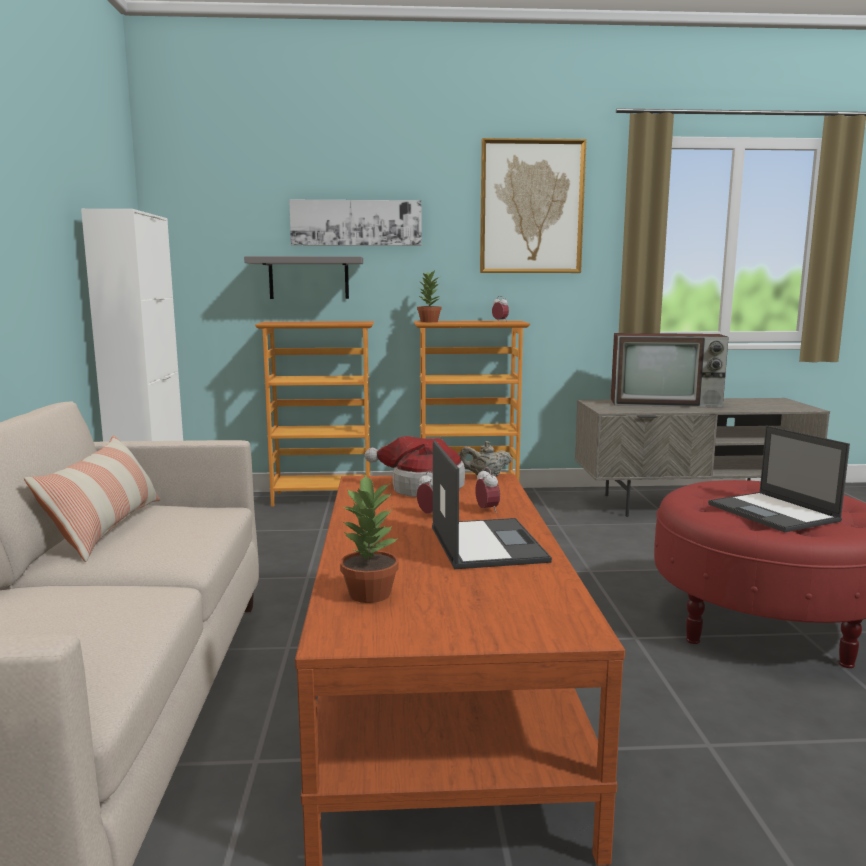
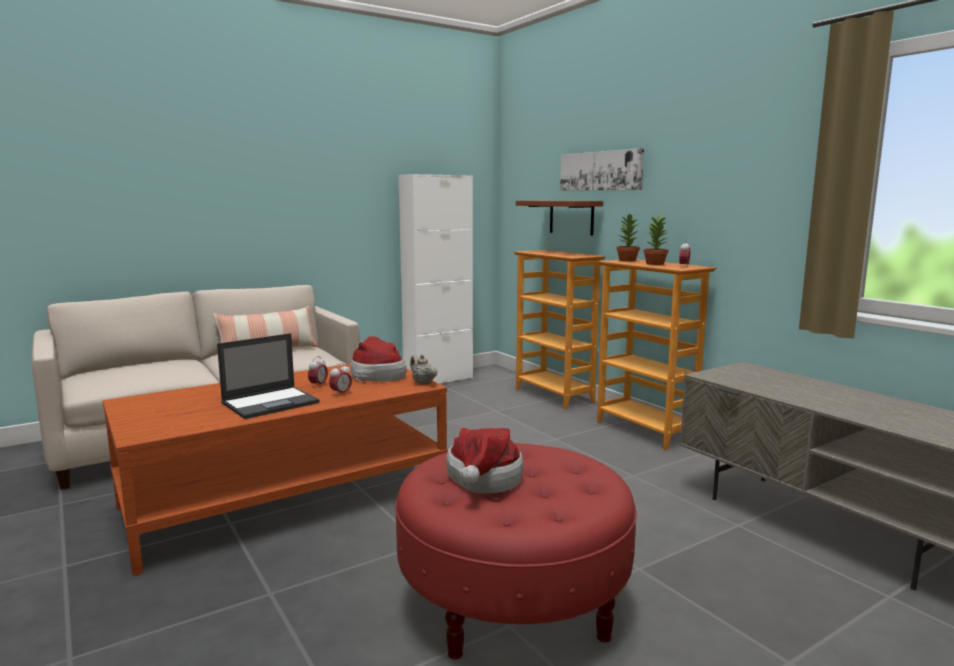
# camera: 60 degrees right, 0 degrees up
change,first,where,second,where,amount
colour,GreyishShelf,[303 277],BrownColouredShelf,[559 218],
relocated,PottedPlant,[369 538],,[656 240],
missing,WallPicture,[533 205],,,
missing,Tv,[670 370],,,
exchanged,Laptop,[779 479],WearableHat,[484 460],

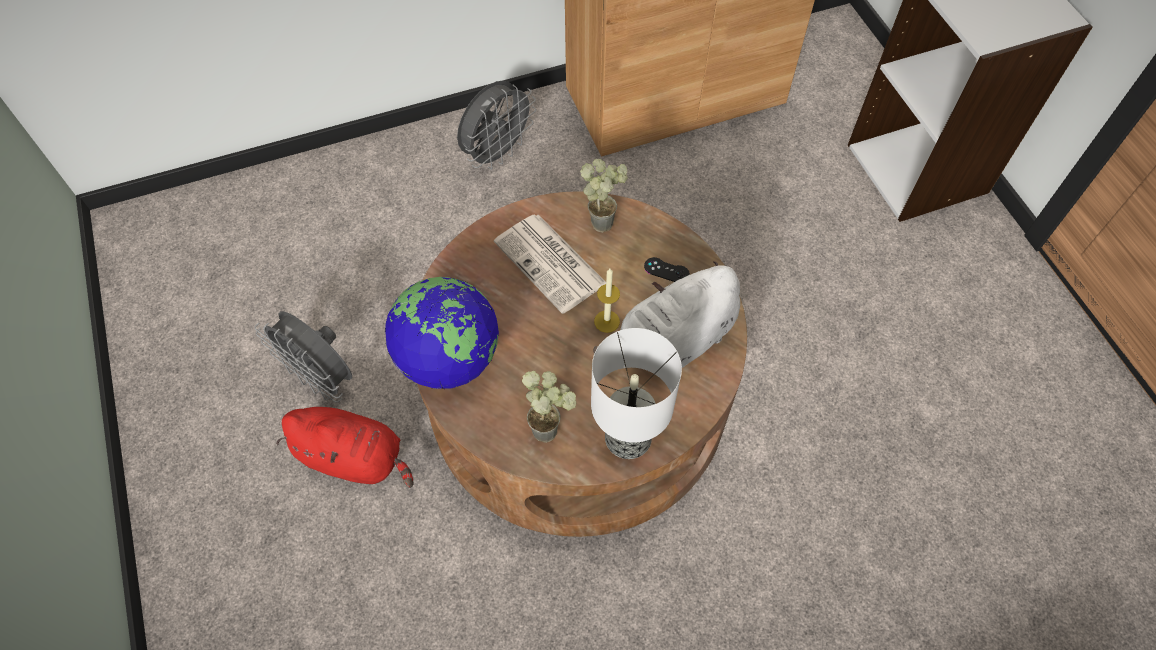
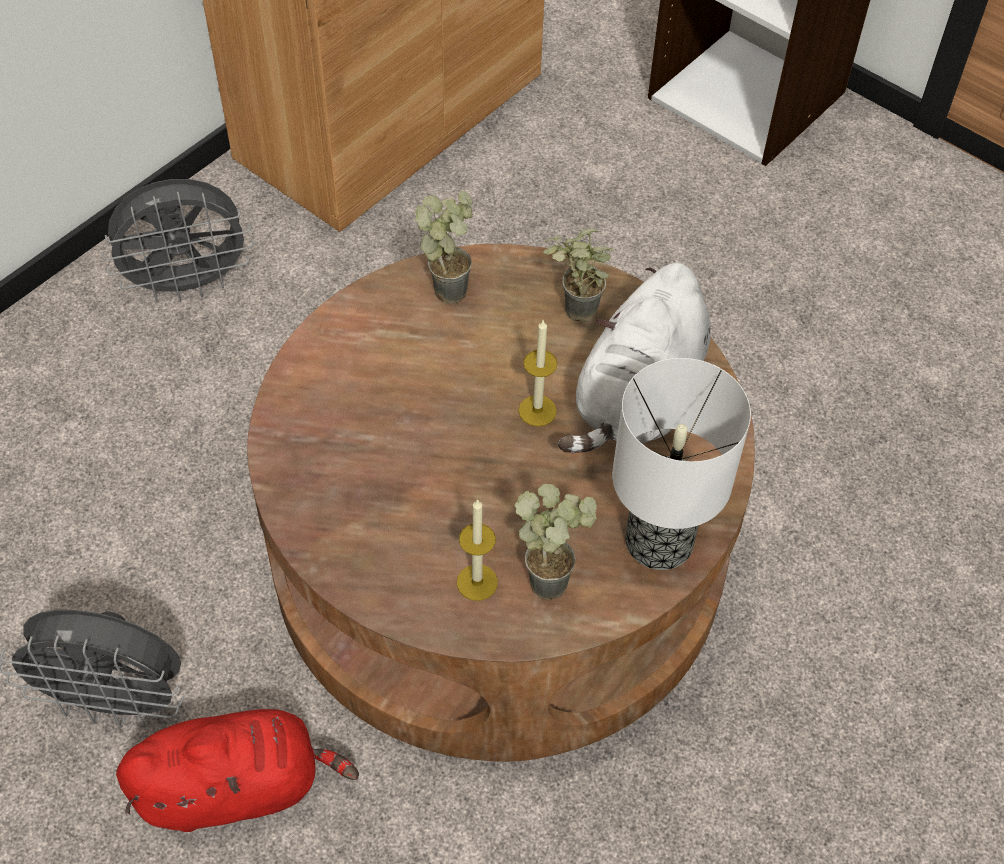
# camera: 30 degrees left, 5 degrees down
change,first,where,second,where,amount
missing,WorldGlobe,[442 333],,,
spun,GreyishFan,[496 124],,[178 240],60 degrees clockwise
missing,DailyPaper,[550 264],,,
exchanged,BlackColouredGameController,[667 269],PottedPlant,[579 275],
appeared,,,WaxLight,[477 550],

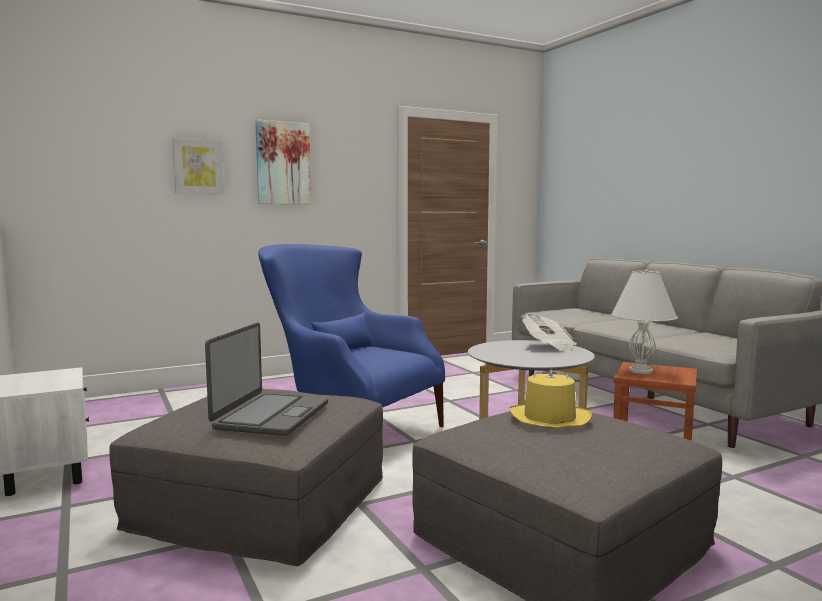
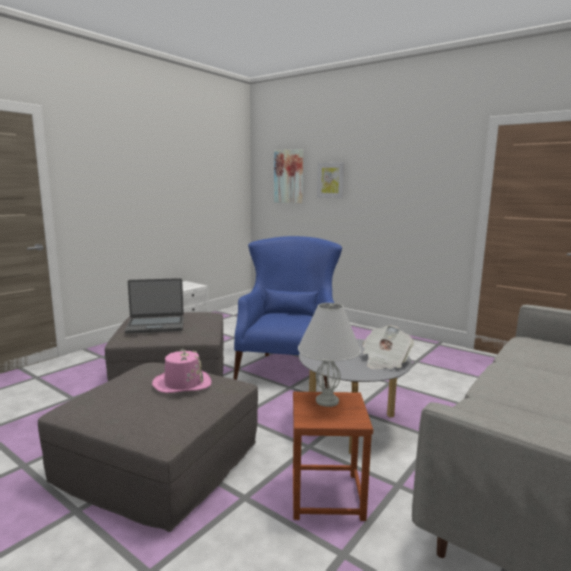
# camera: 65 degrees right, 5 degrees up
change,first,where,second,where,amount
relocated,WallPicture,[283 162],,[288 176],
colour,YellowishWearableHat,[551 399],PinkishWearableHat,[182 371],

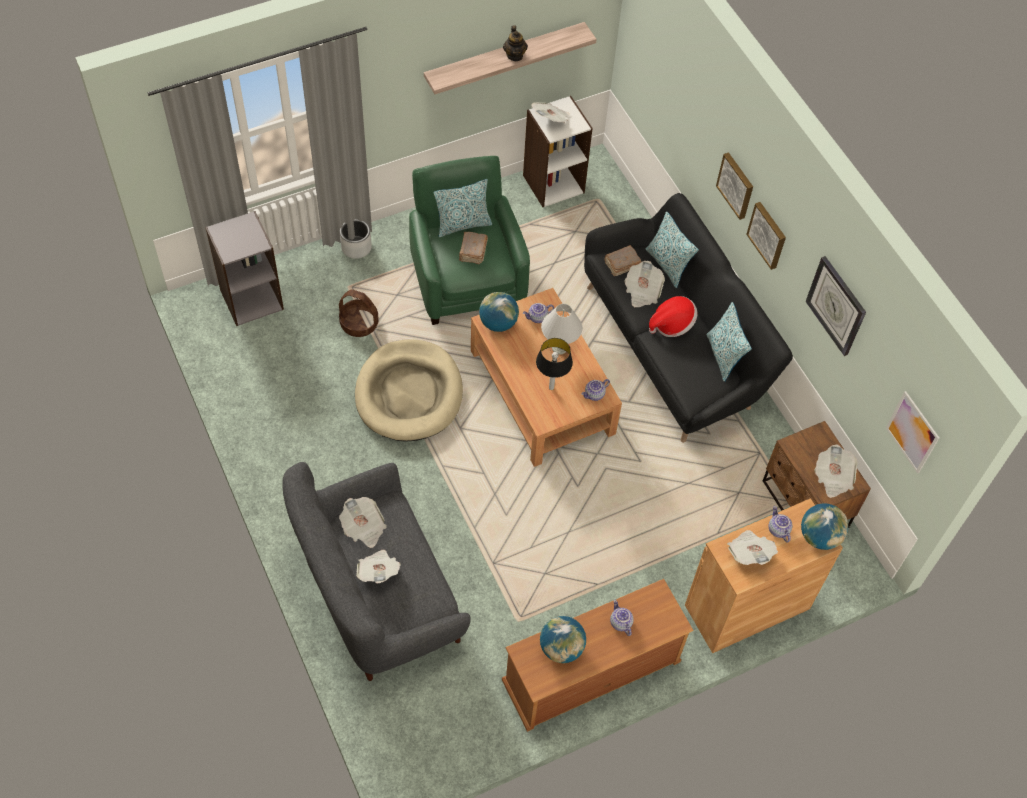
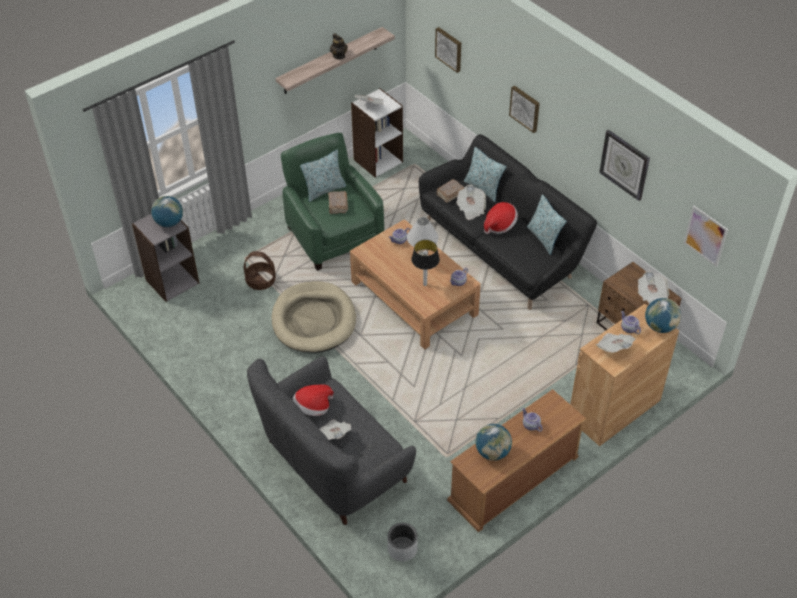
# camera: 10 degrees left, 10 degrees down
change,first,where,second,where,amount
exchanged,DailyPaper,[363 522],WearableHat,[313 400],
relocated,GreyishPlantPot,[356 239],,[403 542],
relocated,WorldGlobe,[499 312],,[167 211],
relocated,WallPicture,[766 236],,[448 50],

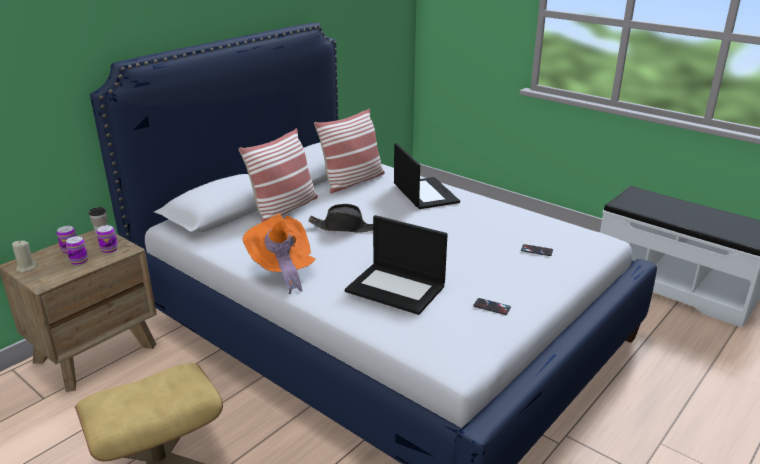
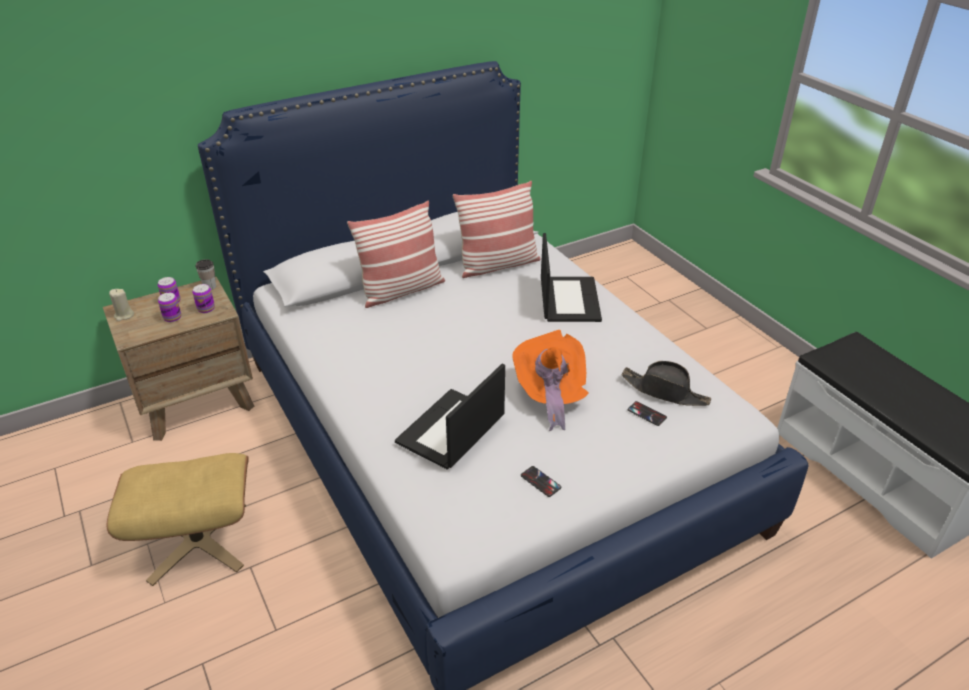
# camera: 20 degrees right, 10 degrees up
change,first,where,second,where,amount
relocated,OrangeyWearableHat,[279 254],,[550 380],
relocated,BlackColouredWearableHat,[341 218],,[666 383],
spun,Laptop,[396 265],,[450 416],75 degrees clockwise

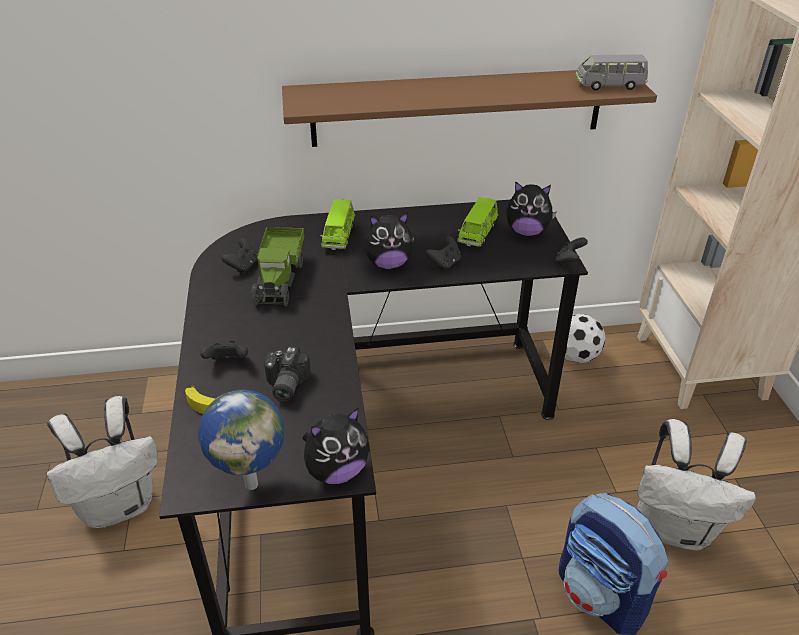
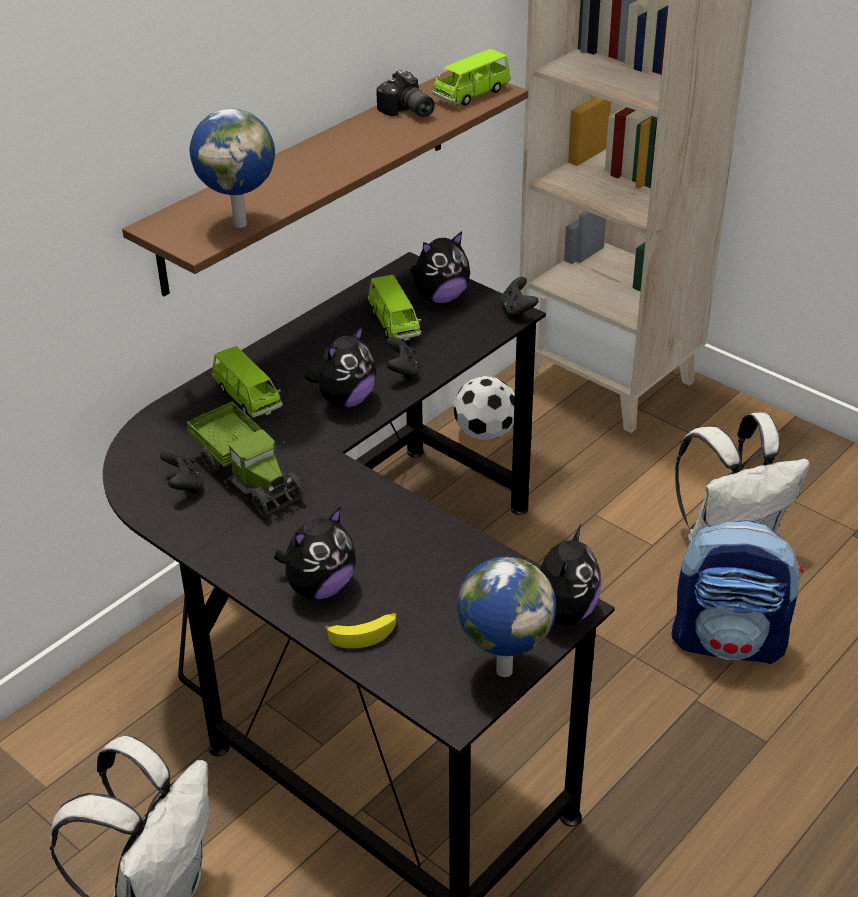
# camera: 40 degrees left, 0 degrees up
change,first,where,second,where,amount
exchanged,BlackColouredGameController,[224 350],SoftToy,[315 553],
relocated,PhotoCamera,[287 374],,[405 93],
colour,GreyishToyCar,[612 72],GreenishToyCar,[471 77],
appeared,,,WorldGlobe,[232 168],

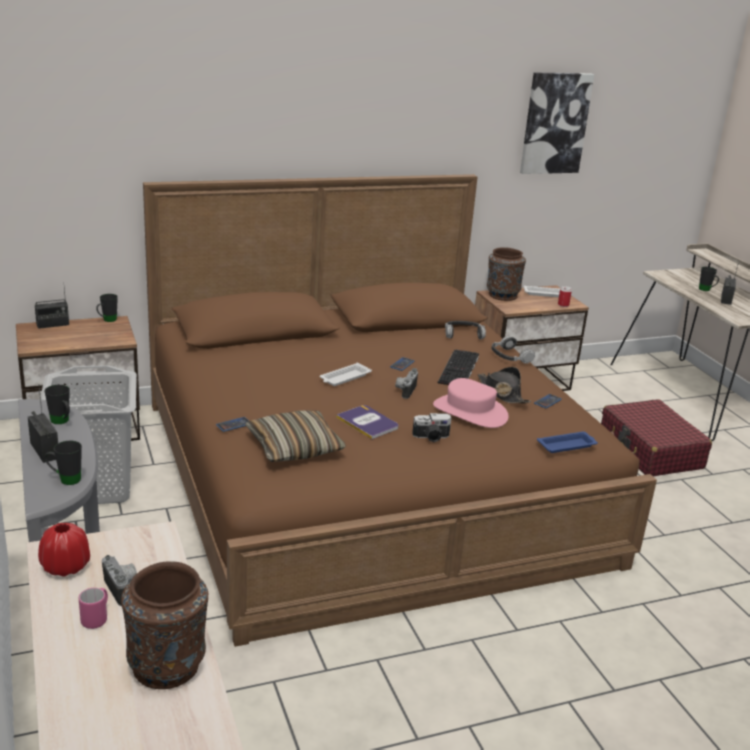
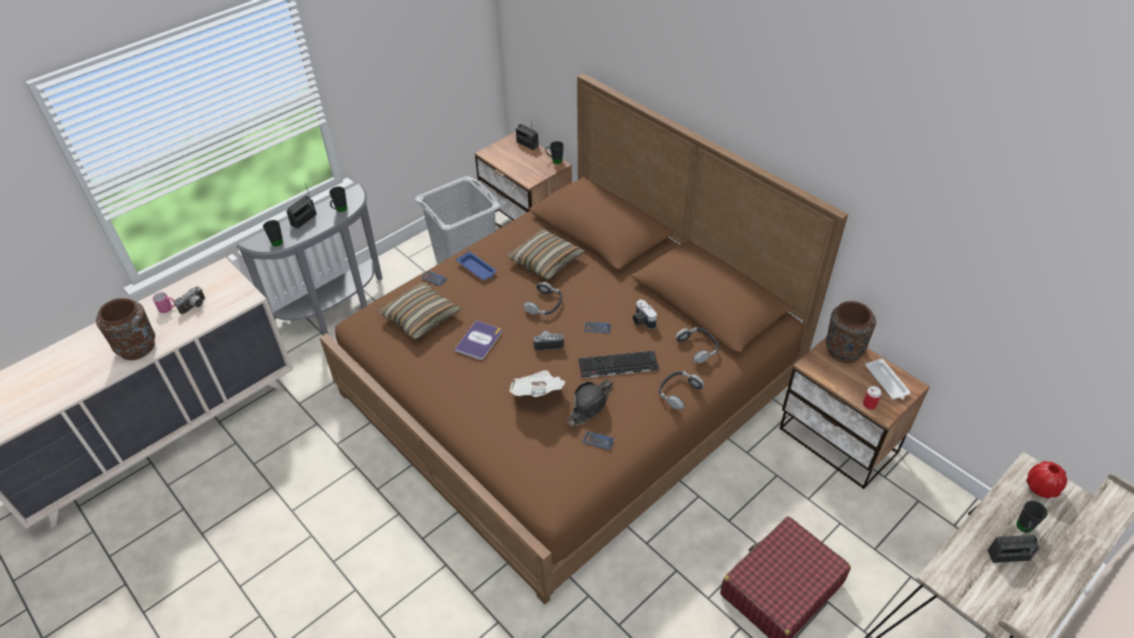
# camera: 70 degrees right, 20 degrees up
change,first,where,second,where,amount
relocated,RedColouredVase,[64 550],,[1046 480],
exchanged,WhiteCarryingTray,[346 374],Headphones,[543 298],
relocated,PhotoCamera,[431 427],,[644 314],
exchanged,PinkishWearableHat,[471 403],DailyPaper,[537 383],
missing,WallPicture,[557 123],,,
relocated,BlueCarryingTray,[567 442],,[476 265],
appeared,,,Pillow,[545 254],

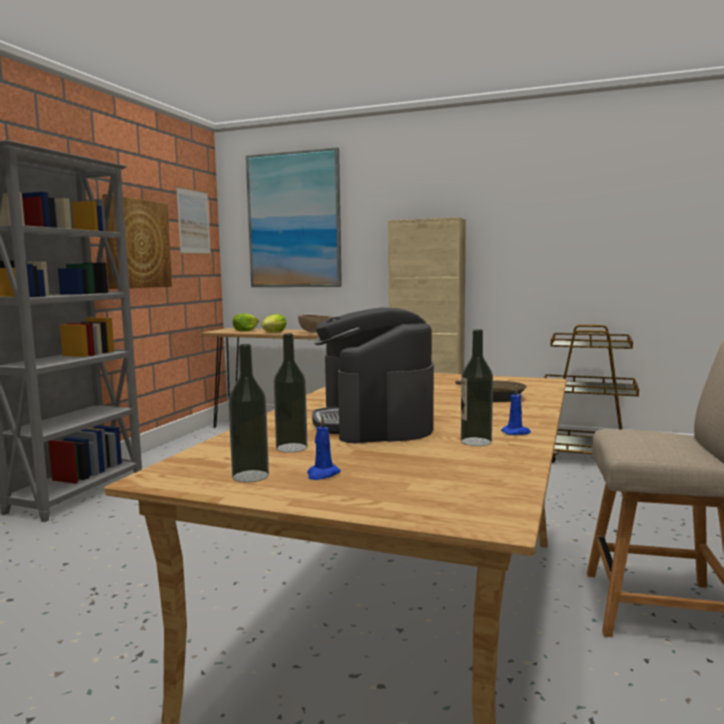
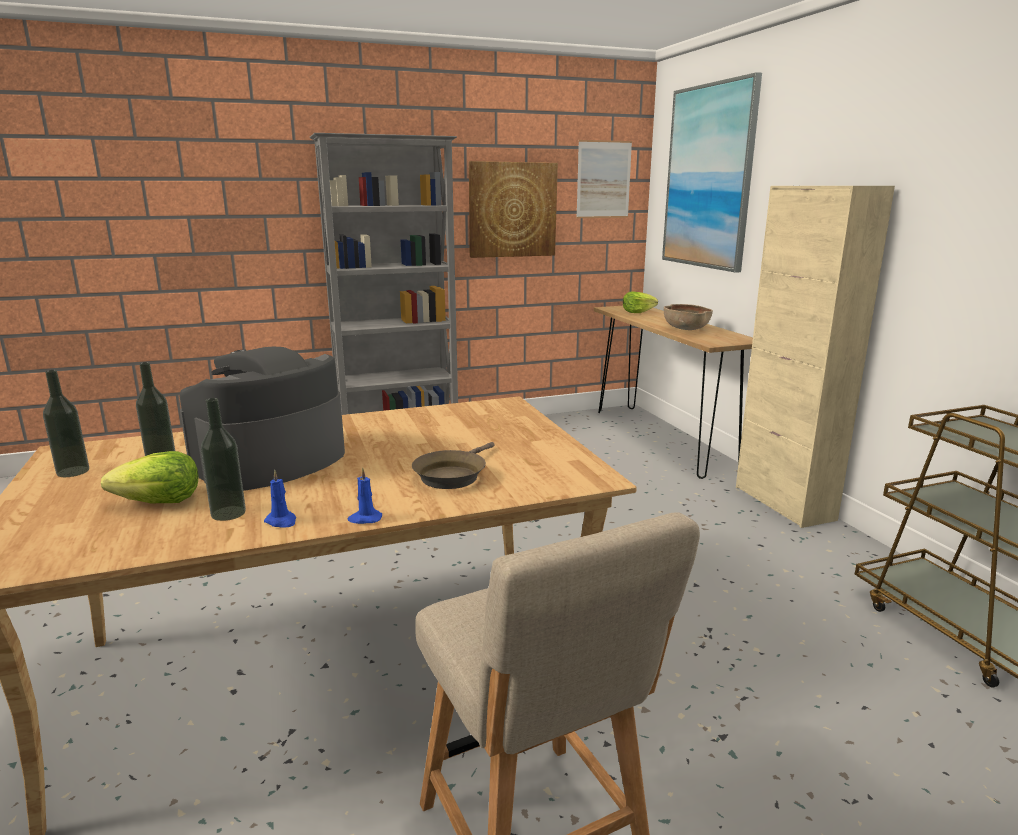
# camera: 50 degrees right, 10 degrees up
change,first,where,second,where,amount
relocated,Lettuce,[274 323],,[150 477],
relocated,BlueWaxLight,[324 447],,[365 495],

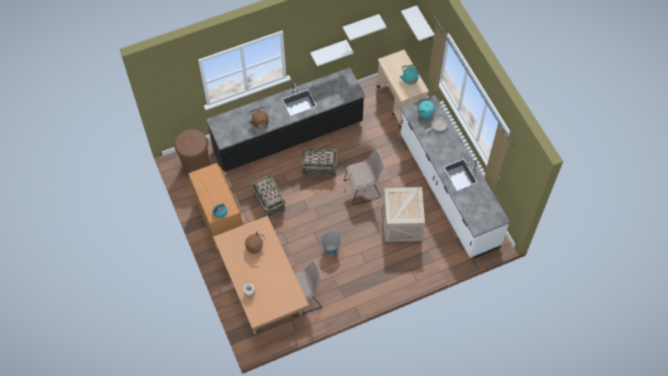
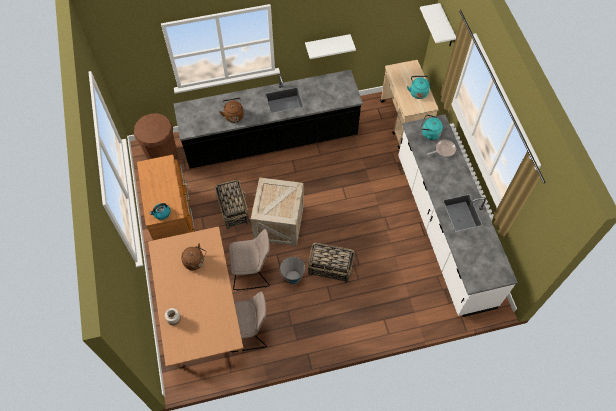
# camera: 10 degrees right, 0 degrees up
change,first,where,second,where,amount
relocated,HouseholdBasket,[319 162],,[331 262],
missing,WhiteShelf,[364 27],,,
relocated,BeigeColouredUprightChair,[364 177],,[249 260],
relocated,ShippingCrate,[404 214],,[277 211],

